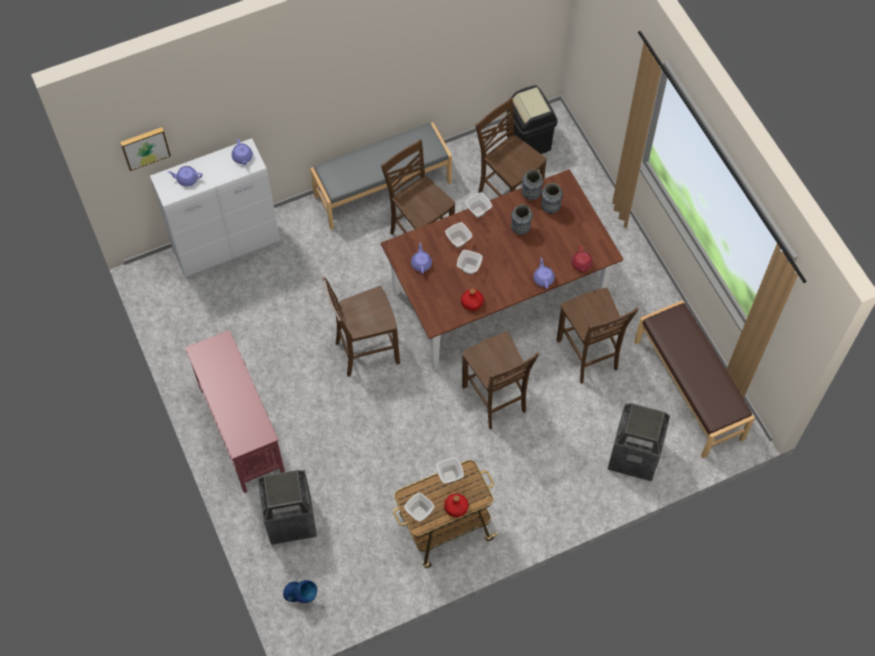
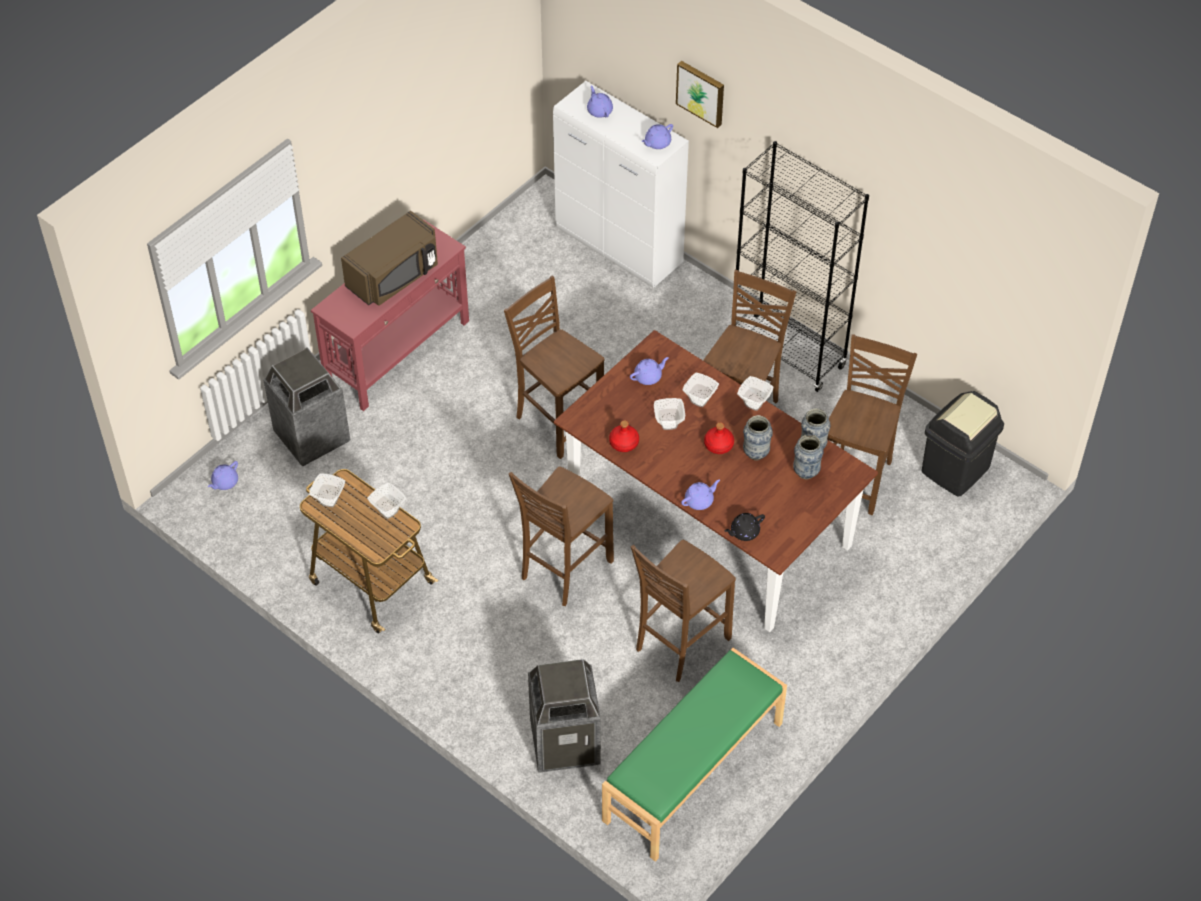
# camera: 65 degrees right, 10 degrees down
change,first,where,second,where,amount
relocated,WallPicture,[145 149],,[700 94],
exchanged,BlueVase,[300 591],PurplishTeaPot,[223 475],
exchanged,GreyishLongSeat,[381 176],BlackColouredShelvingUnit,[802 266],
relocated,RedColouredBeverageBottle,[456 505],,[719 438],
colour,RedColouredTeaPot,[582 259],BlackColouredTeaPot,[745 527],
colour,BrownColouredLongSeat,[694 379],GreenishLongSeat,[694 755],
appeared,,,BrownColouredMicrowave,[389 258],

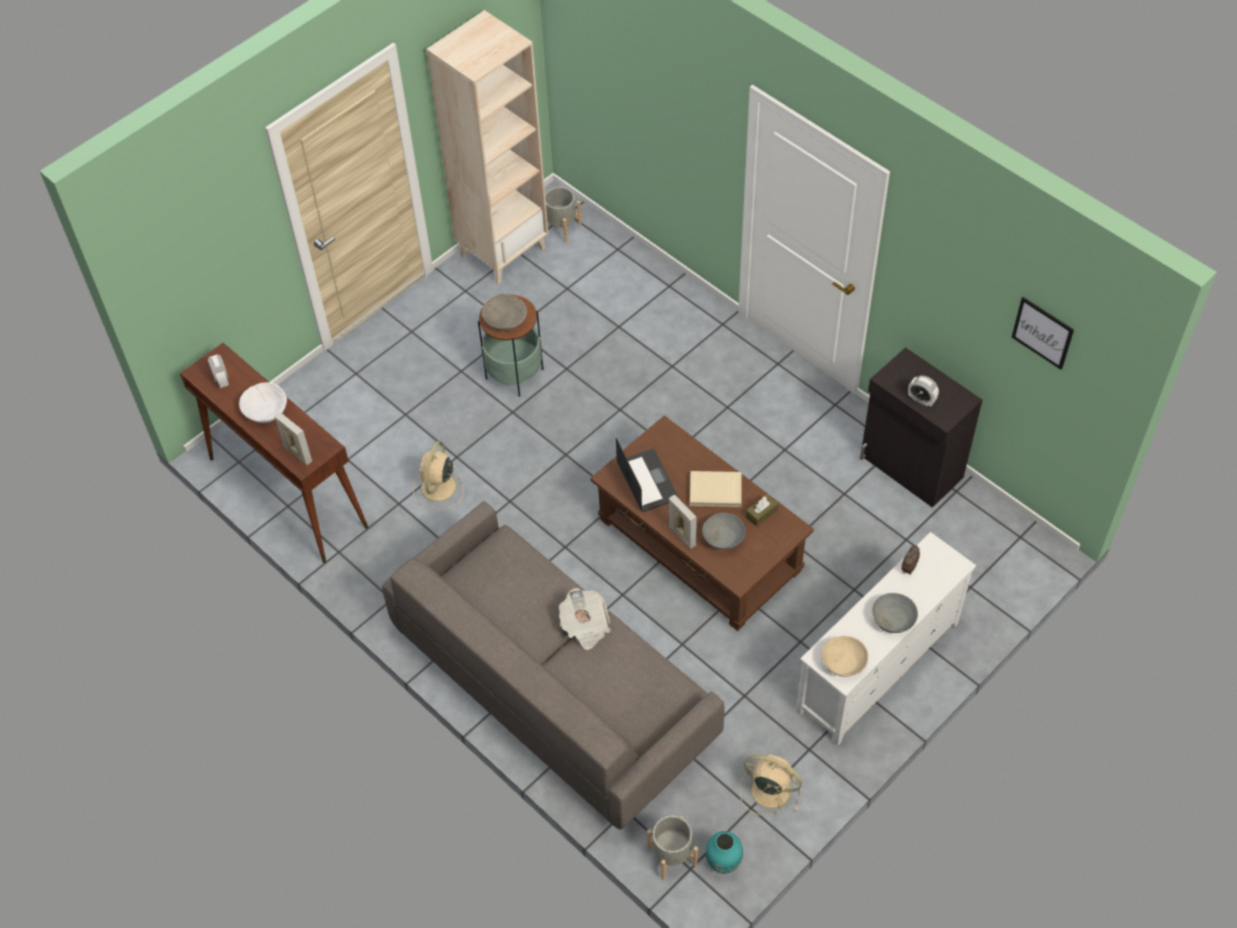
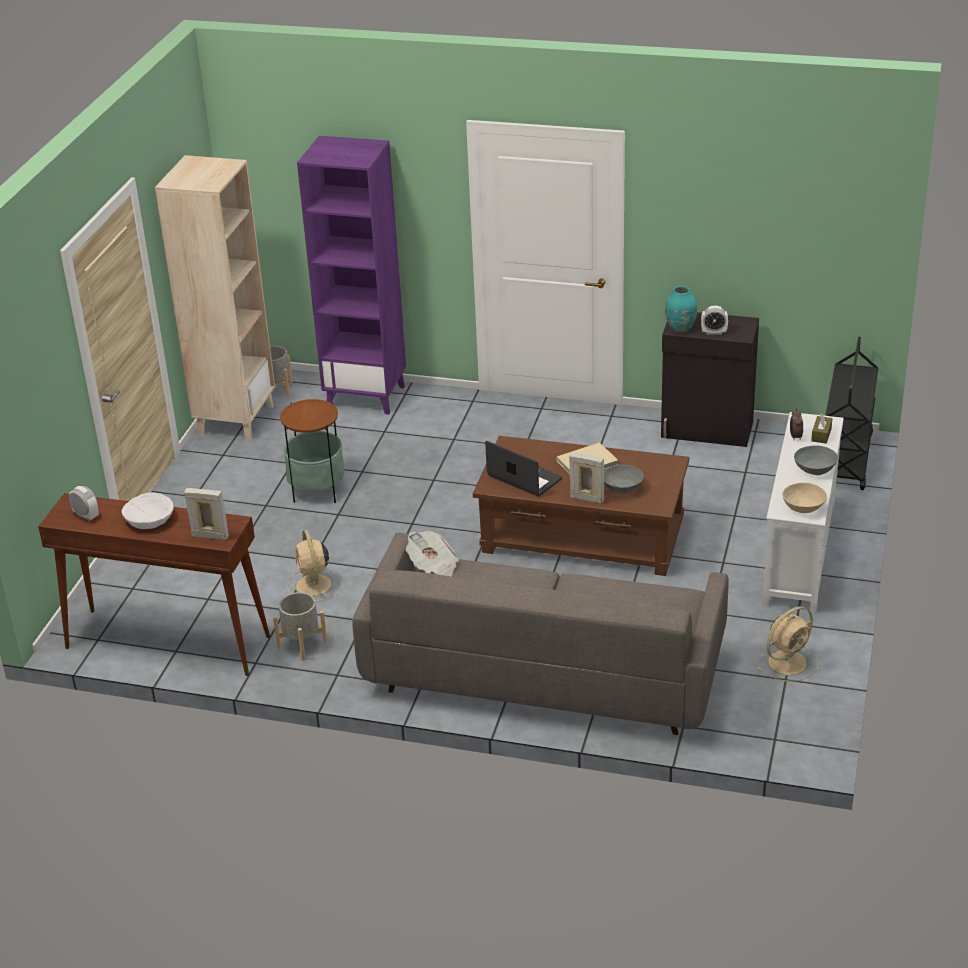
# camera: 30 degrees left, 20 degrees down
change,first,where,second,where,amount
missing,BeigeColouredBowl,[504 312],,,
relocated,DailyPaper,[585 619],,[432 554],
relocated,GreyishPlantPot,[672 847],,[300 626],
relocated,BlueGreenVase,[724 852],,[681 309],
spun,BeigeColouredFan,[771 785],,[788 644],150 degrees clockwise
relocated,BrownColouredBoxOfTissues,[762 510],,[821 429],
missing,WallPicture,[1043 333],,,
appeared,,,PurplishShelvingUnit,[351 275],
appeared,,,BlackColouredTrolley,[852 413],

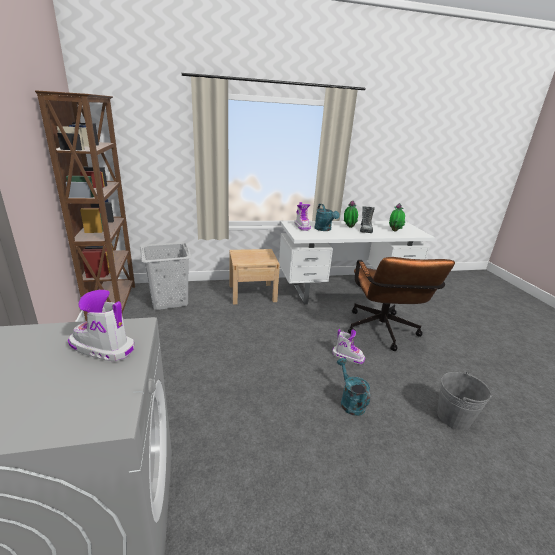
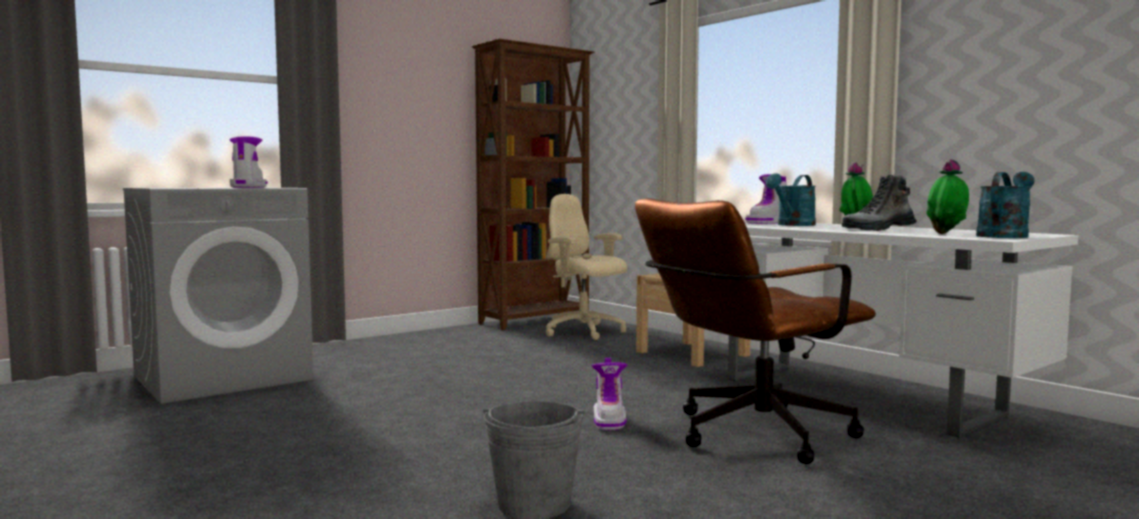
# camera: 65 degrees right, 20 degrees down
change,first,where,second,where,amount
exchanged,GreyishHamper,[166 276],BeigeColouredDeskChair,[586 267],
relocated,BlueGreenSprinklingCan,[353 387],,[1005 205],

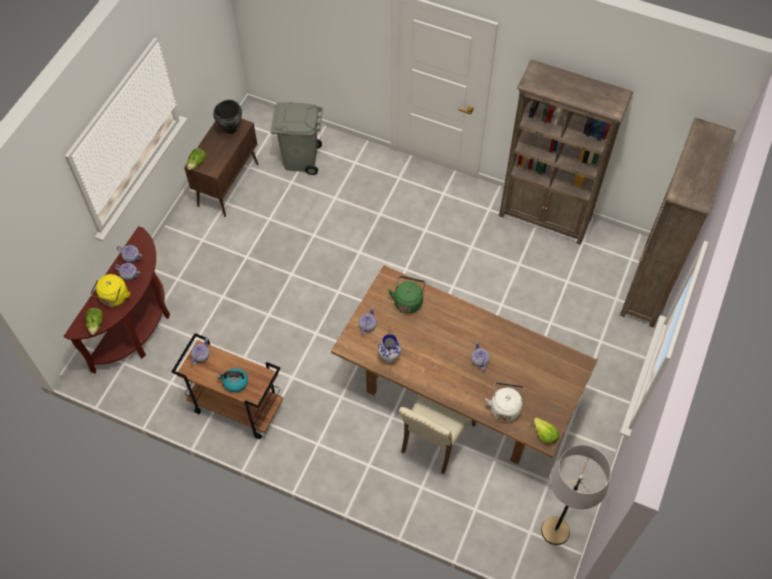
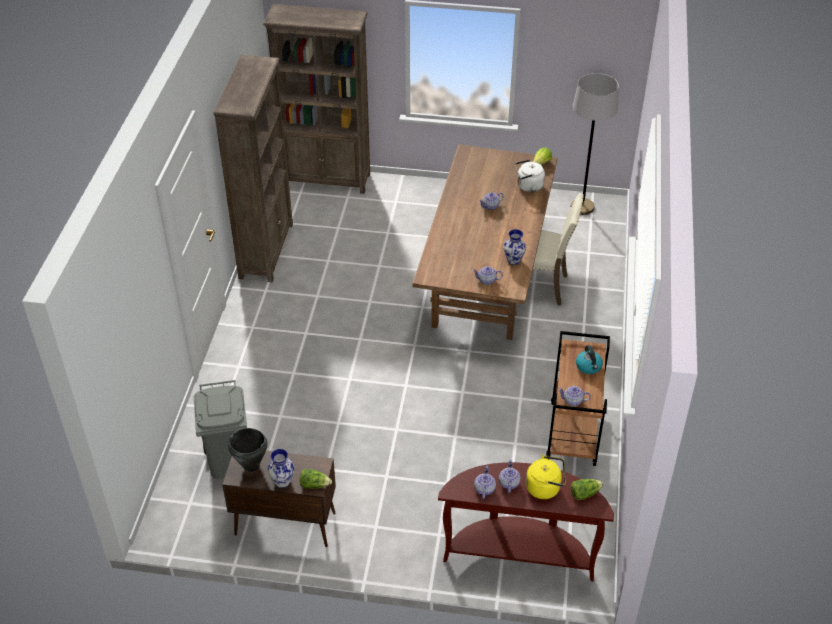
# camera: 105 degrees left, 15 degrees down
change,first,where,second,where,amount
missing,GreenishWaterKettle,[407 295],,,
appeared,,,Vase,[281 468],

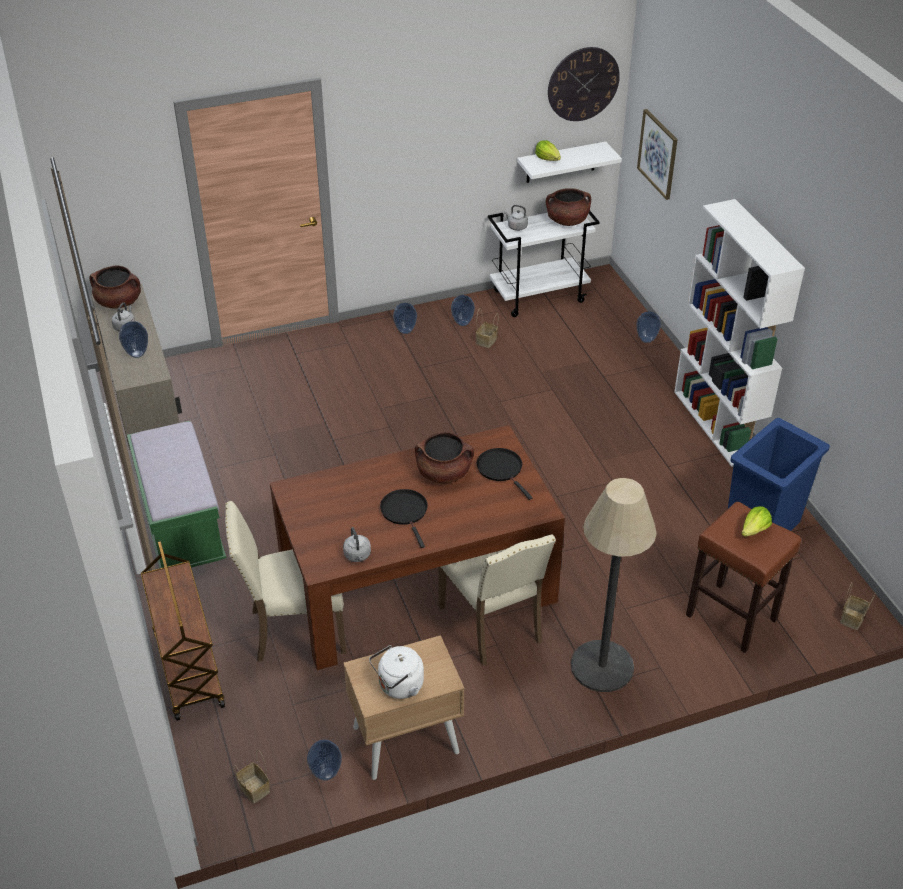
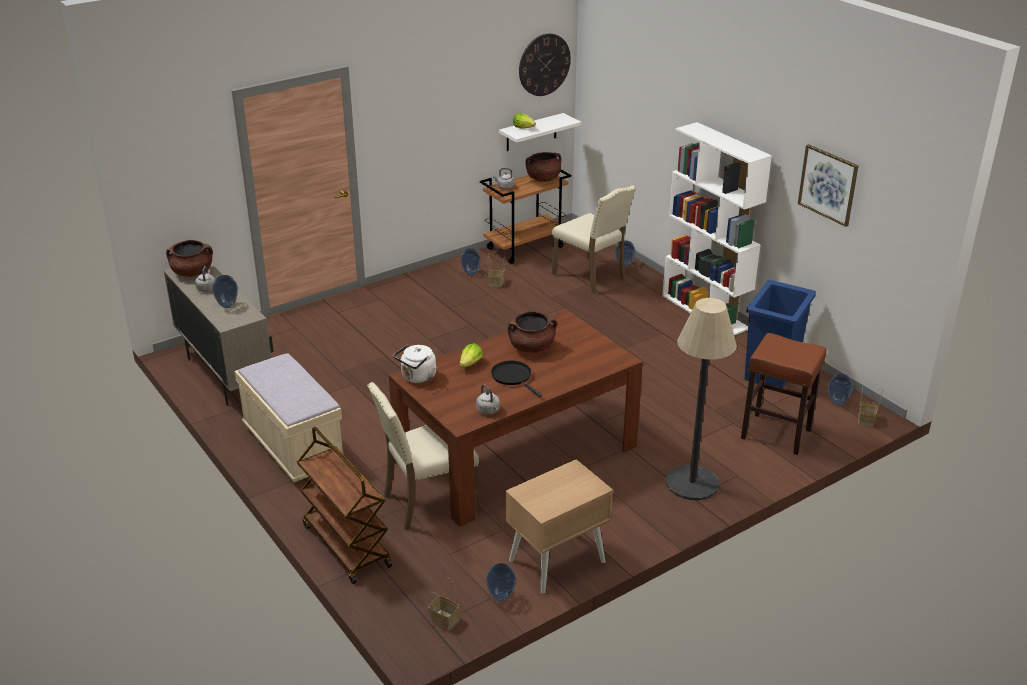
# camera: 15 degrees left, 10 degrees down
change,first,where,second,where,amount
colour,GreenishLongSeat,[176 494],BeigeColouredLongSeat,[289 417],
relocated,WhiteWaterKettle,[396 672],,[415 363],
relocated,Vase,[405 318],,[840 389],
relocated,BeigeColouredUprightChair,[497 600],,[594 239],
missing,BlackColouredPan,[504 474],,,
colour,WhiteTrolley,[544 264],BrownColouredTrolley,[525 217],
relocated,WallPicture,[657 154],,[828 185],
relocated,Lettuce,[756 521],,[471 355],

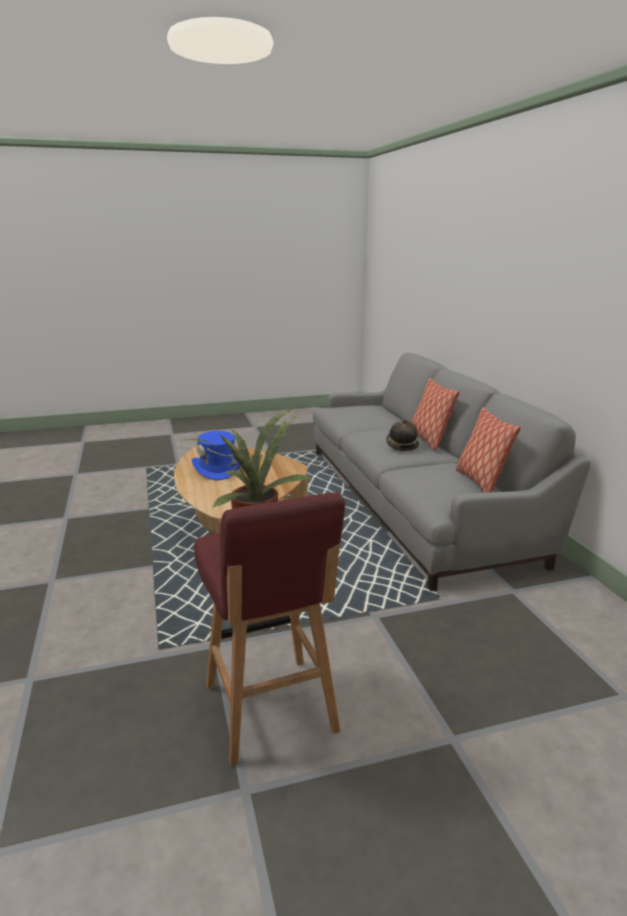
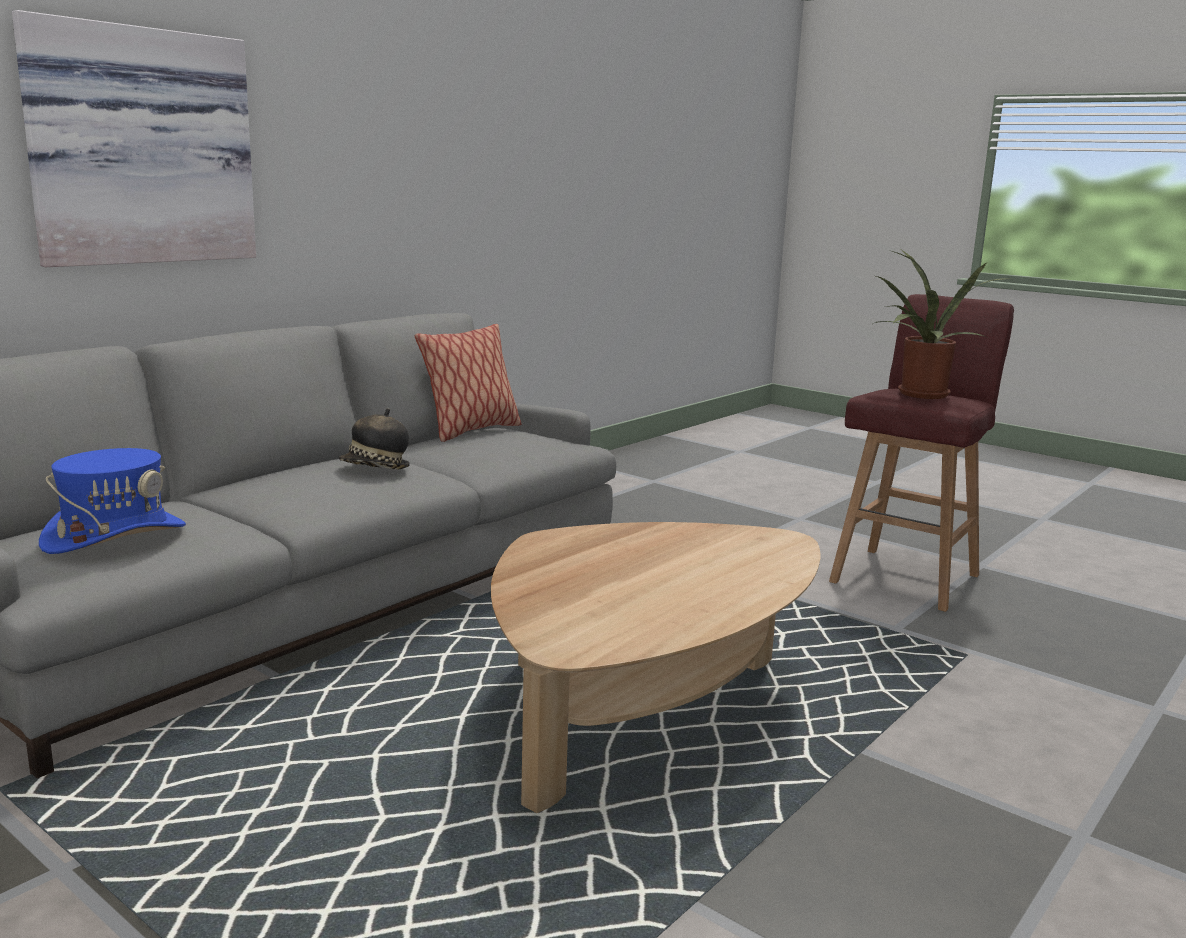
# camera: 125 degrees left, 5 degrees down
change,first,where,second,where,amount
relocated,BlueWearableHat,[216 455],,[112 501],
missing,Pillow,[436 414],,,
appeared,,,WallPicture,[134 138],

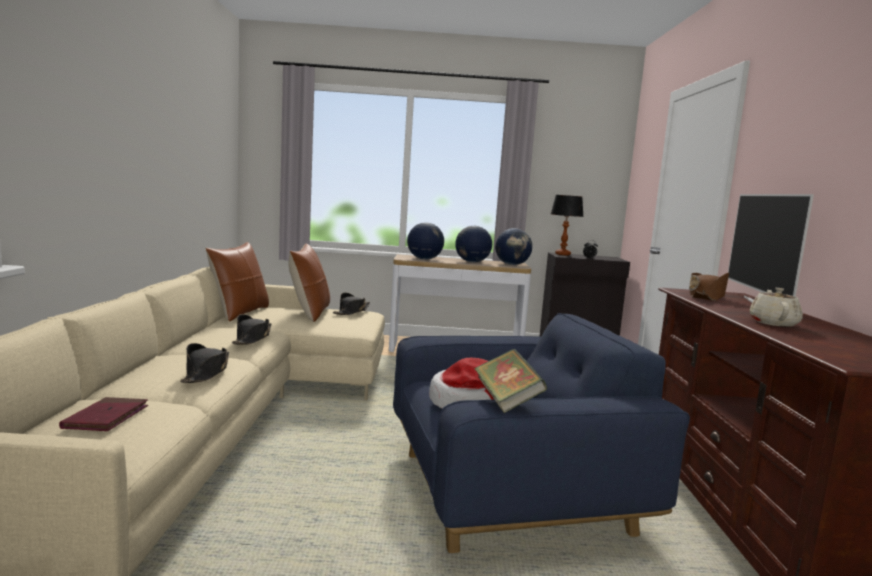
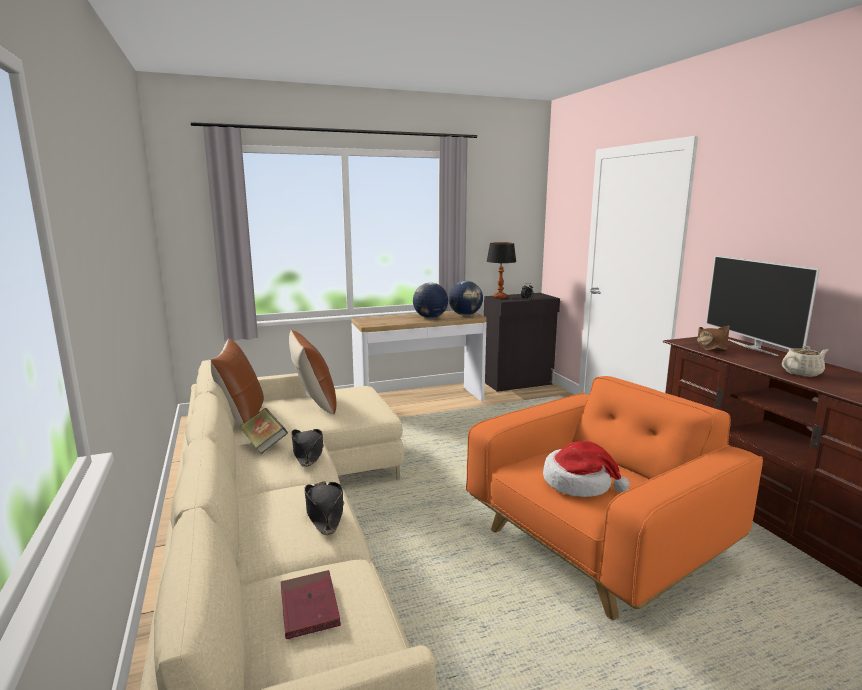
# camera: 20 degrees left, 5 degrees up
change,first,where,second,where,amount
missing,BlackColouredWearableHat,[351 303],,,
colour,BlueLoungeChair,[541 433],OrangeyLoungeChair,[614 498],
missing,WorldGlobe,[425 241],,,
relocated,Book,[510 381],,[263 431],
spun,BeigeColouredTeaPot,[776 307],,[805 361],75 degrees clockwise

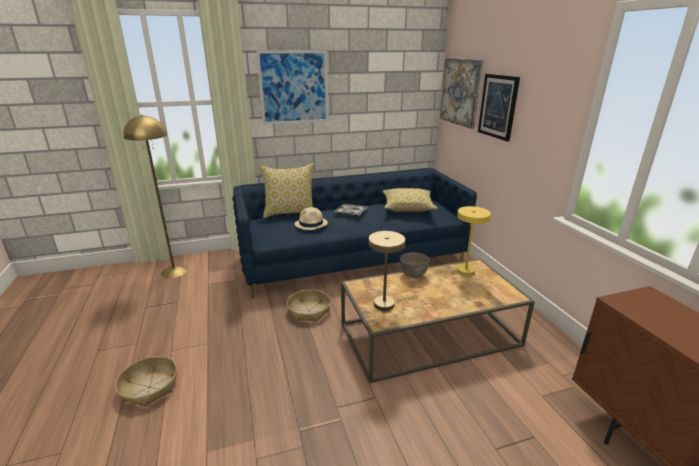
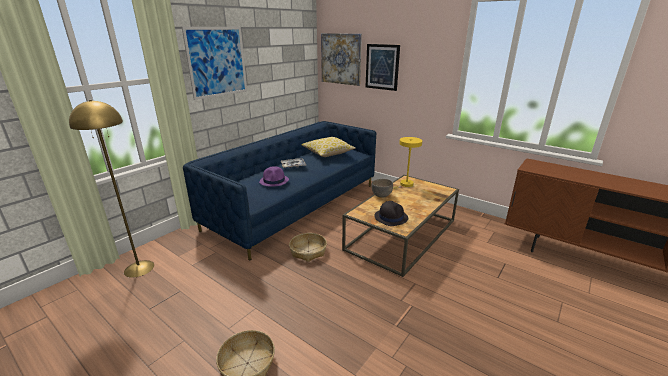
# camera: 35 degrees left, 0 degrees up
change,first,where,second,where,amount
missing,Pillow,[287 190],,,
colour,BeigeColouredWearableHat,[311 218],PurplishWearableHat,[274 176],
exchanged,BeigeColouredTableLamp,[394 271],BlackColouredWearableHat,[391 213],

